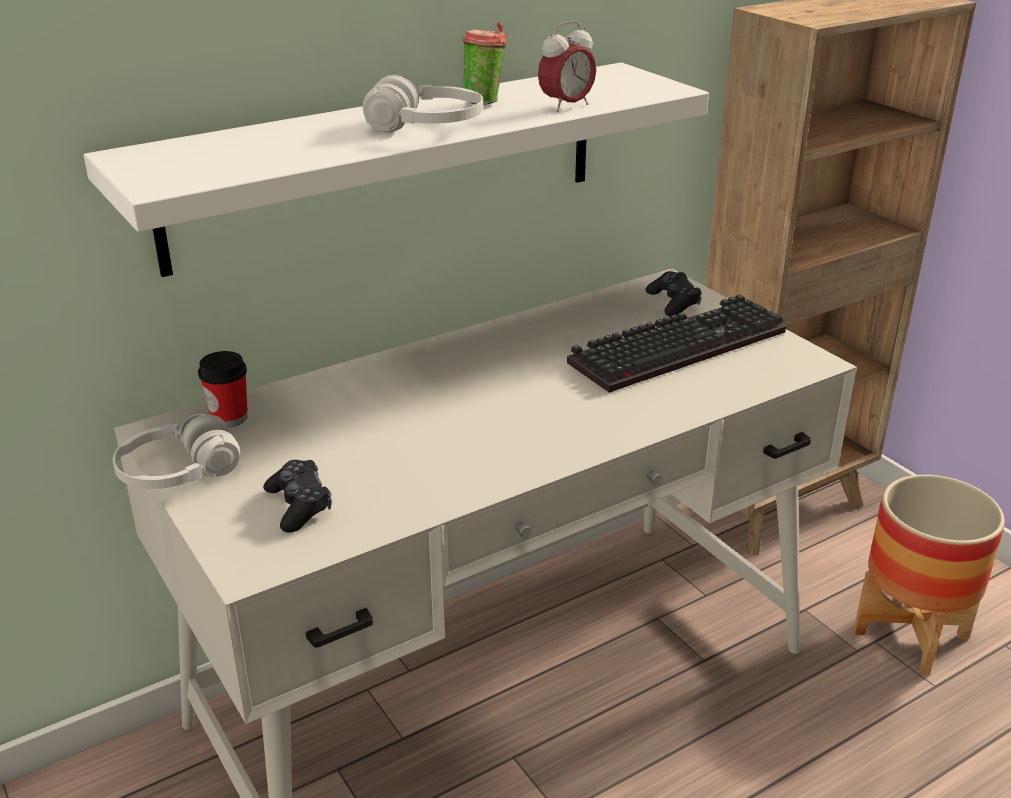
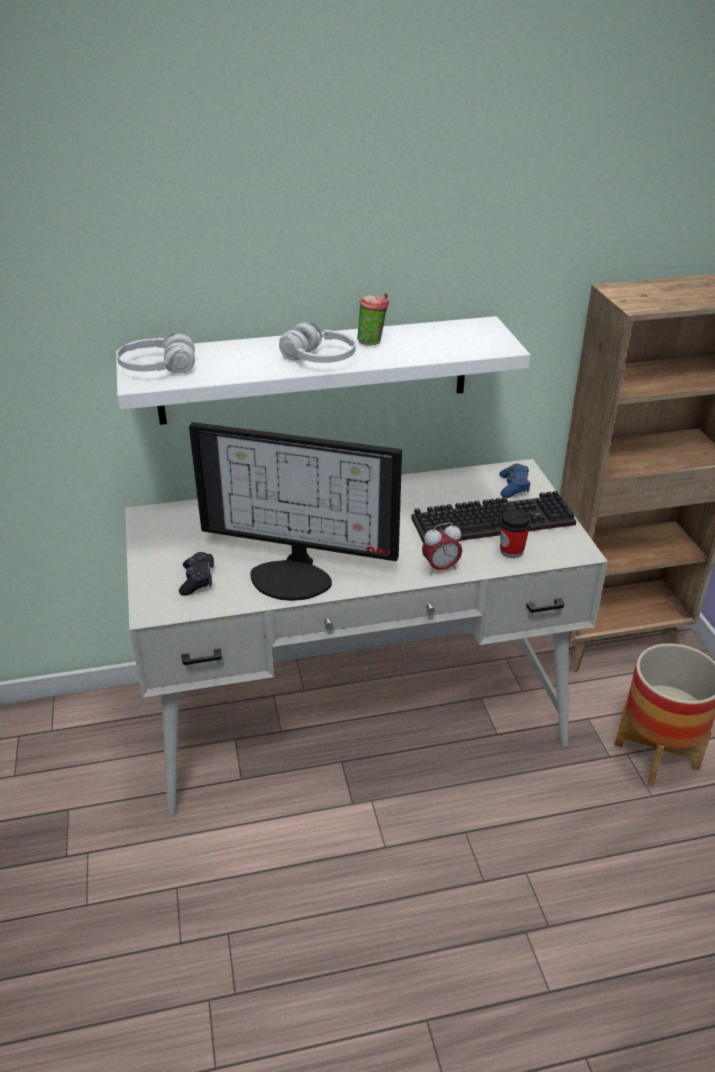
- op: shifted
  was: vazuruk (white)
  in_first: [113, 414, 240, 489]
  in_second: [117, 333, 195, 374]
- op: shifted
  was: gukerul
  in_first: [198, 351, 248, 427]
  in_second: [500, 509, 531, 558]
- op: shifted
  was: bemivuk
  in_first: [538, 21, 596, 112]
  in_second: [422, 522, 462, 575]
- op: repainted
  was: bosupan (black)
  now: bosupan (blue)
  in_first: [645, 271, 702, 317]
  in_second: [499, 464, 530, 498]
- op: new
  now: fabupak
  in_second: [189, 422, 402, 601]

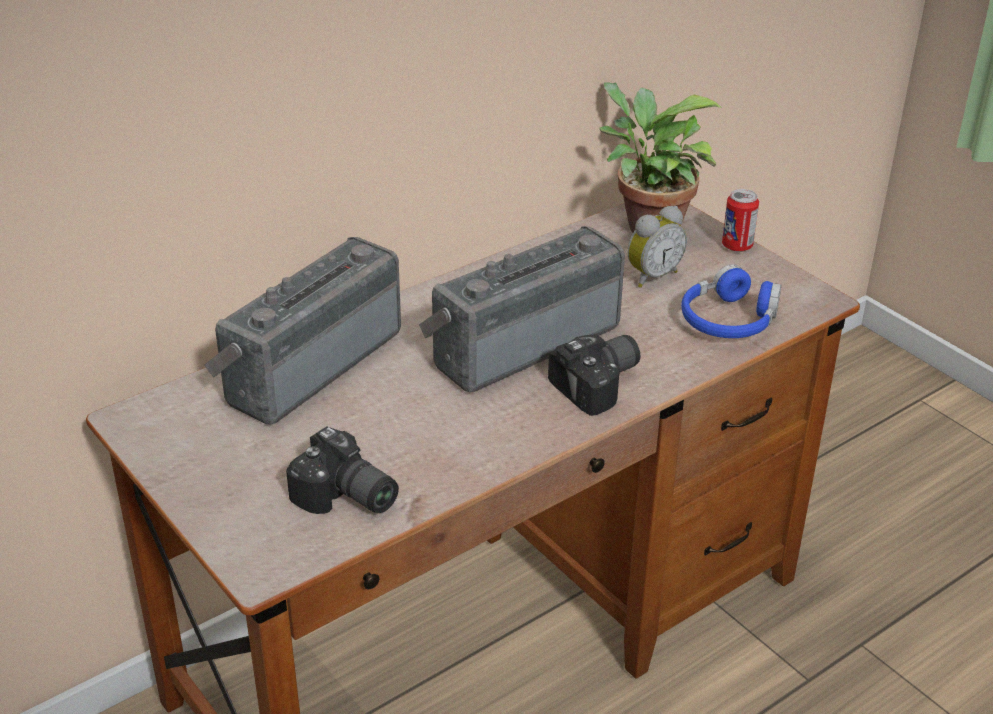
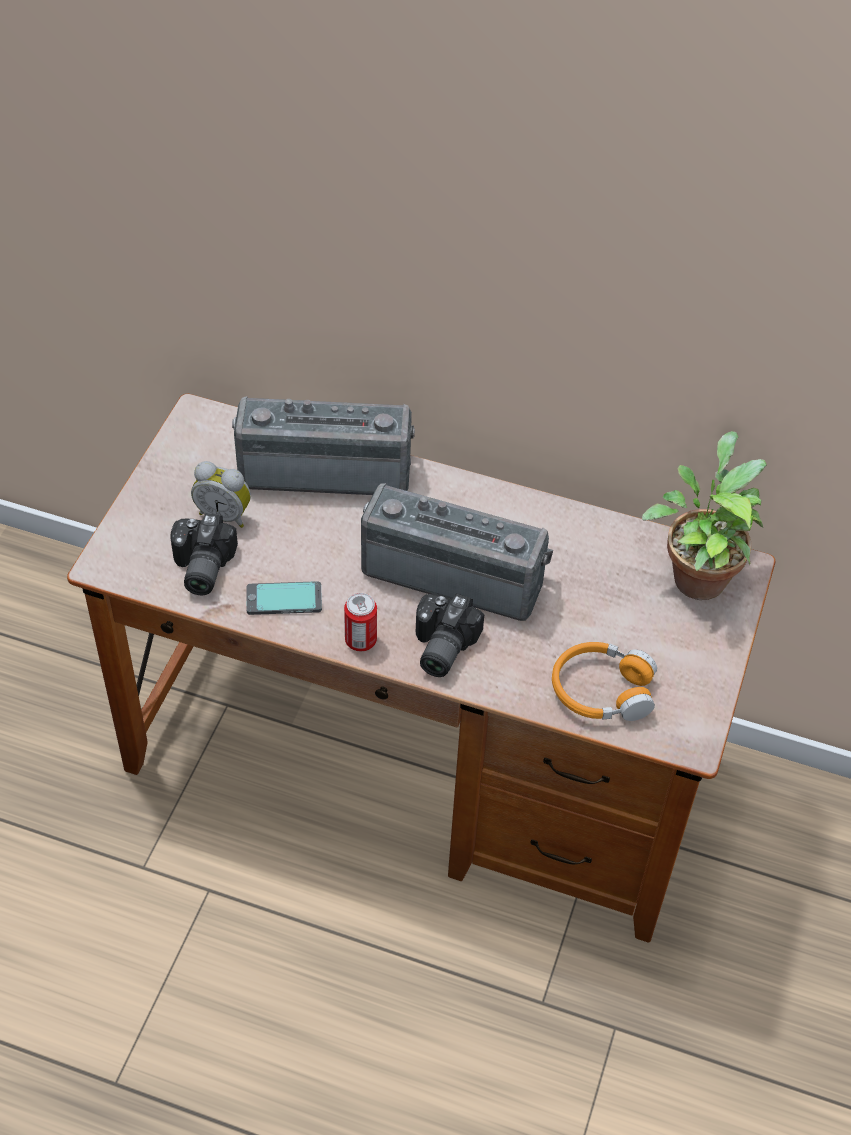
- op: rotated
  was: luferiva
  in_first: [548, 334, 640, 416]
  in_second: [416, 593, 484, 677]
  clockwise: 90
- op: shifted
  was: bemivuk
  in_first: [627, 206, 687, 288]
  in_second: [191, 461, 251, 528]
- op: repainted
  was: vazuruk (blue)
  now: vazuruk (orange)
  in_first: [681, 264, 781, 338]
  in_second: [552, 642, 657, 721]
- op: shifted
  was: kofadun
  in_first: [722, 189, 759, 252]
  in_second: [344, 593, 377, 651]
- op: new
  now: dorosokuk
  in_second: [246, 581, 322, 615]

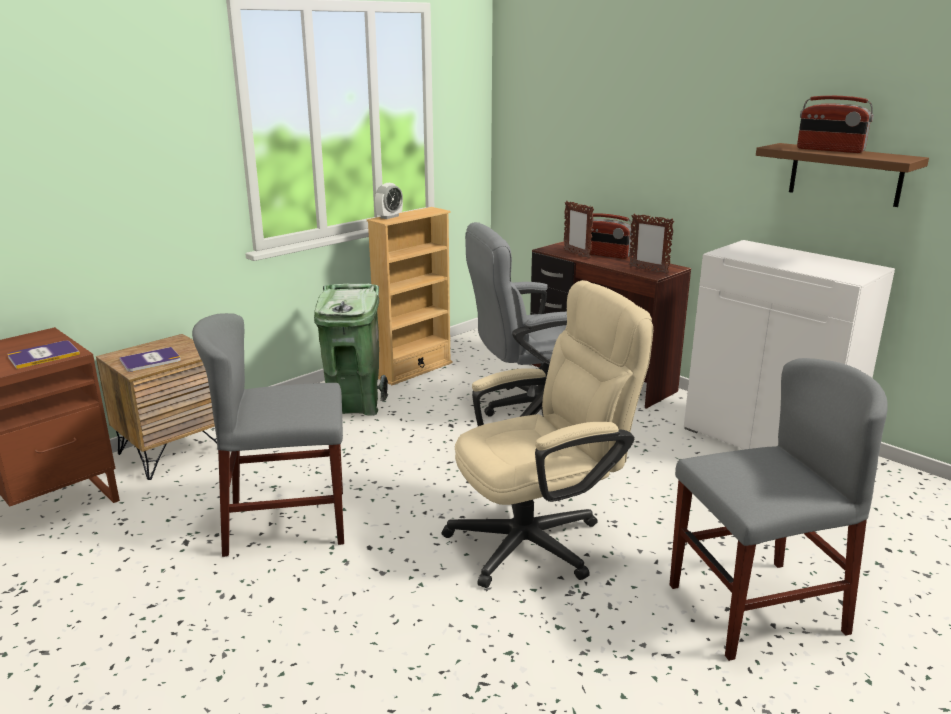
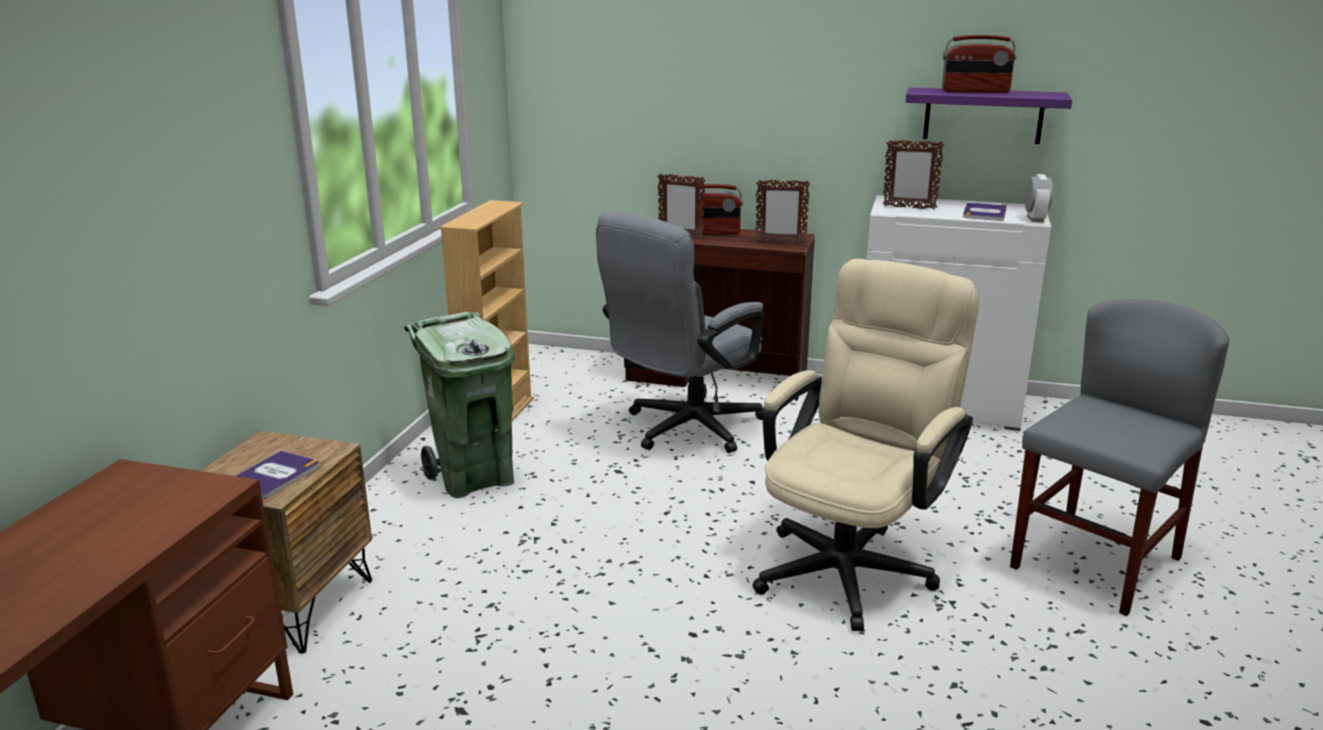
- op: shifted
  was: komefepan
  in_first: [8, 341, 80, 369]
  in_second: [963, 203, 1007, 221]
- op: gone
  was: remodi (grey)
  in_first: [192, 313, 344, 557]
- op: shifted
  was: bemivuk
  in_first: [375, 183, 403, 219]
  in_second: [1025, 174, 1053, 222]
- op: repainted
  was: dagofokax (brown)
  now: dagofokax (purple)
  in_first: [756, 143, 929, 207]
  in_second: [905, 87, 1072, 144]
- op: new
  now: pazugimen
  in_second: [883, 139, 944, 210]

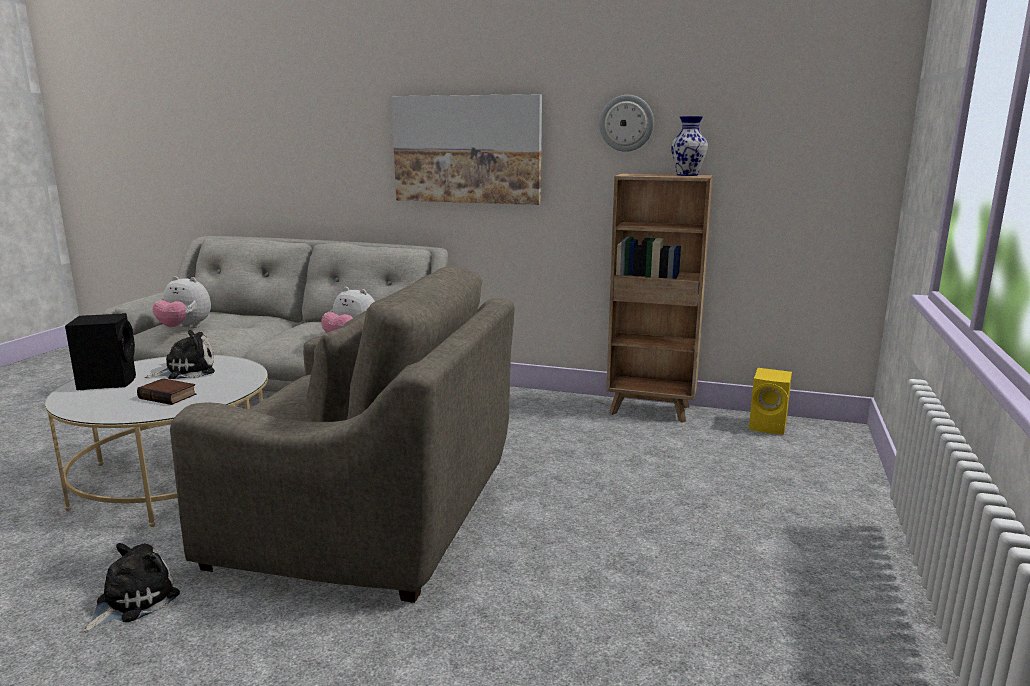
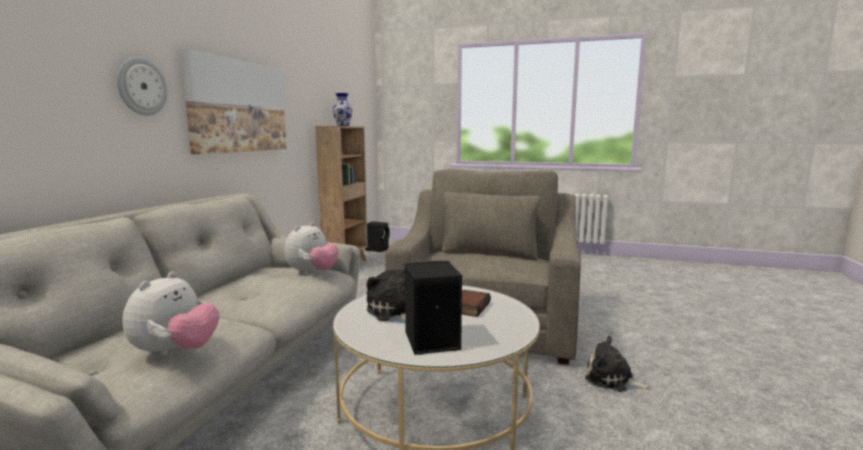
- op: shifted
  was: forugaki
  in_first: [599, 95, 654, 152]
  in_second: [117, 57, 167, 116]
- op: repainted
  was: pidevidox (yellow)
  now: pidevidox (black)
  in_first: [749, 368, 792, 435]
  in_second: [365, 221, 390, 252]

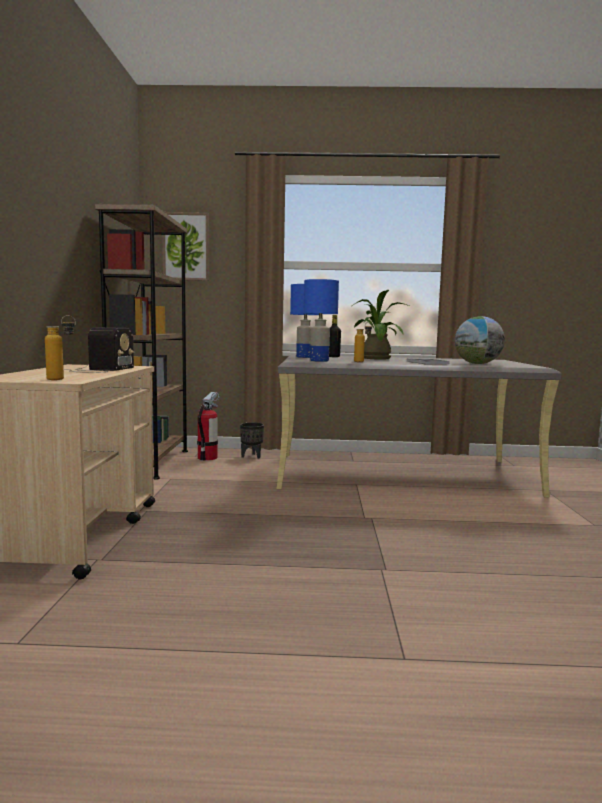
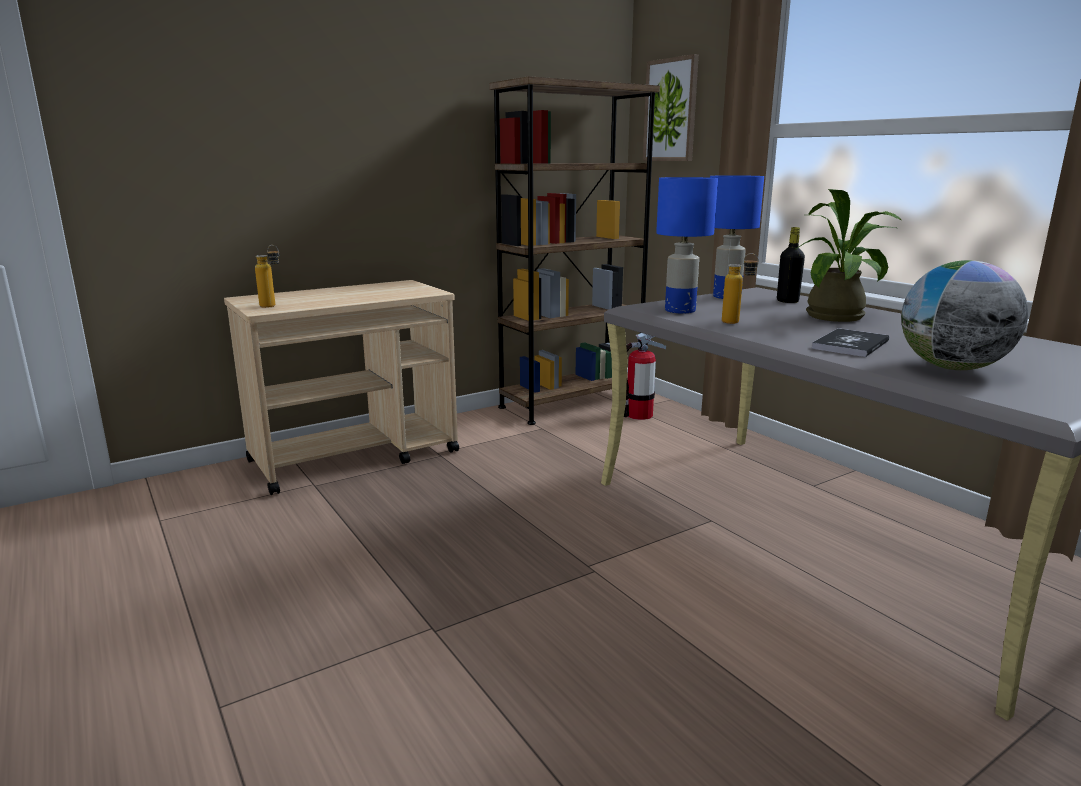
- op: gone
  was: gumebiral
  in_first: [64, 327, 134, 373]
- op: gone
  was: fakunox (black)
  in_first: [240, 422, 264, 458]

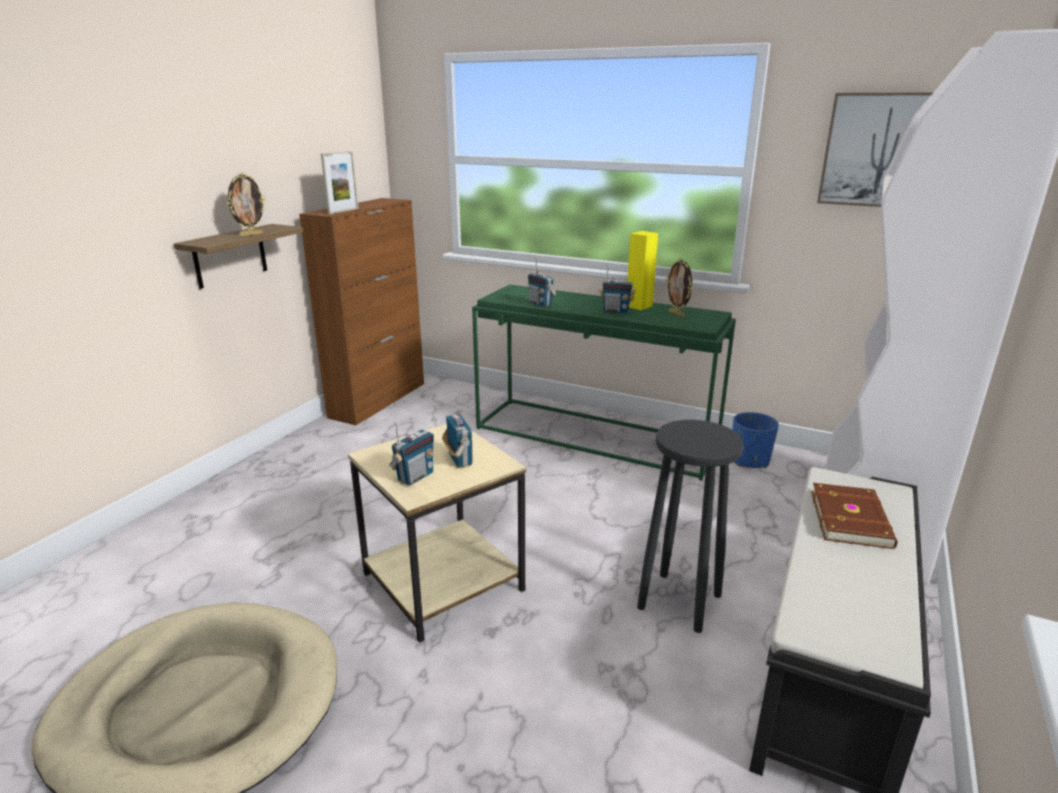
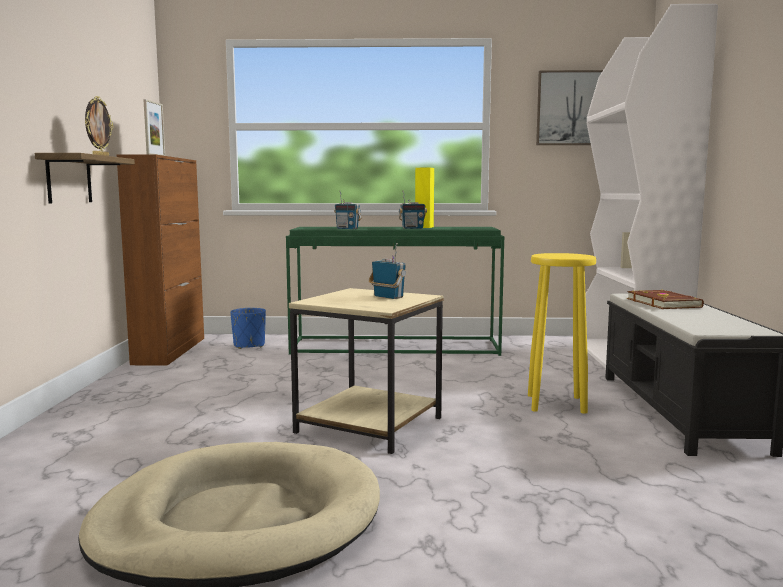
- op: gone
  was: gumebiral
  in_first: [389, 421, 434, 486]
- op: repainted
  was: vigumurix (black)
  now: vigumurix (yellow)
  in_first: [637, 420, 744, 633]
  in_second: [528, 253, 596, 414]
- op: gone
  was: pazugimen
  in_first: [666, 258, 693, 317]
- op: shifted
  was: fakunox (blue)
  in_first: [732, 412, 779, 468]
  in_second: [230, 308, 266, 349]

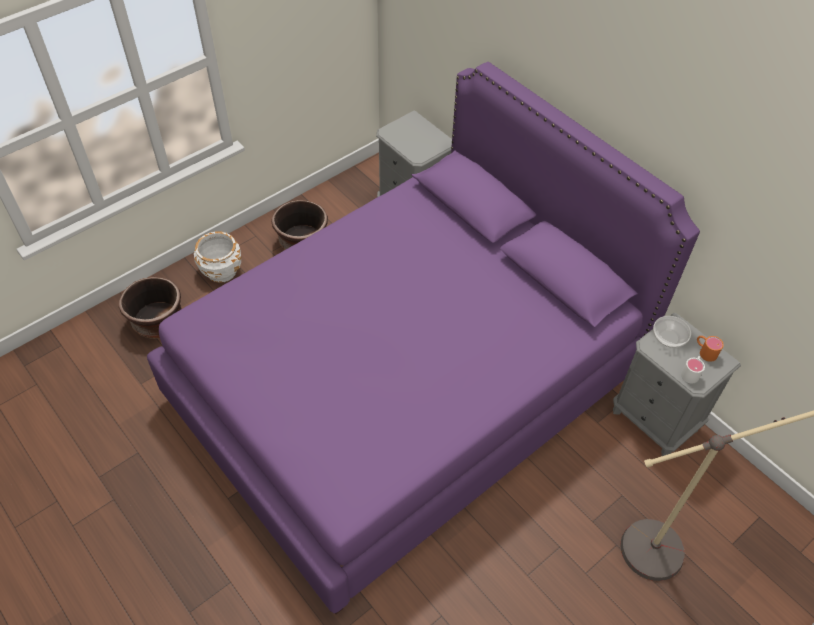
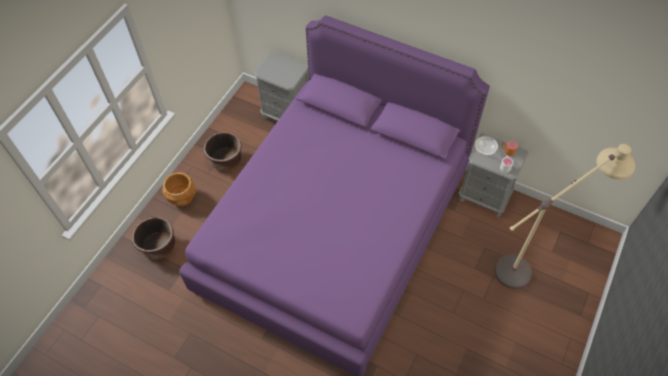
- op: repainted
  was: fakunox (white)
  now: fakunox (brown)
  in_first: [194, 231, 241, 283]
  in_second: [162, 172, 196, 207]

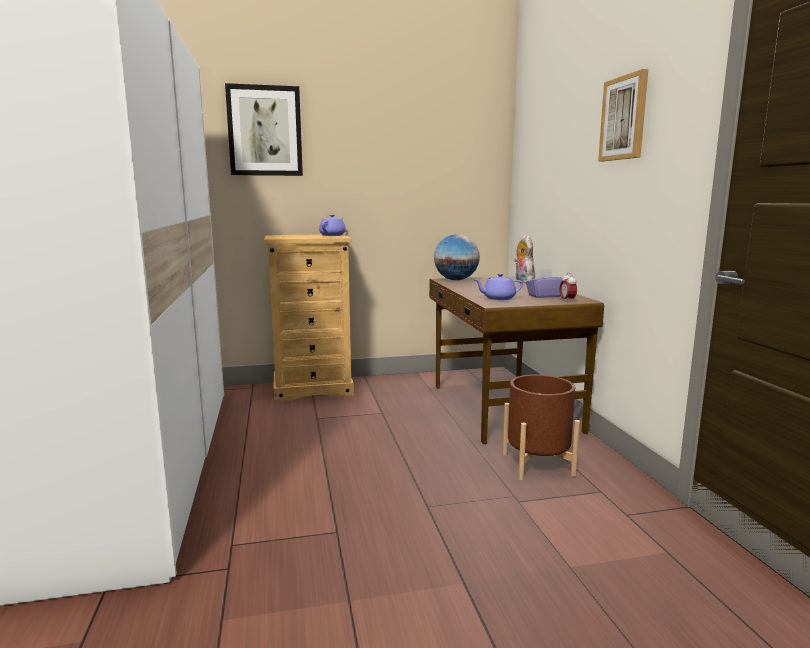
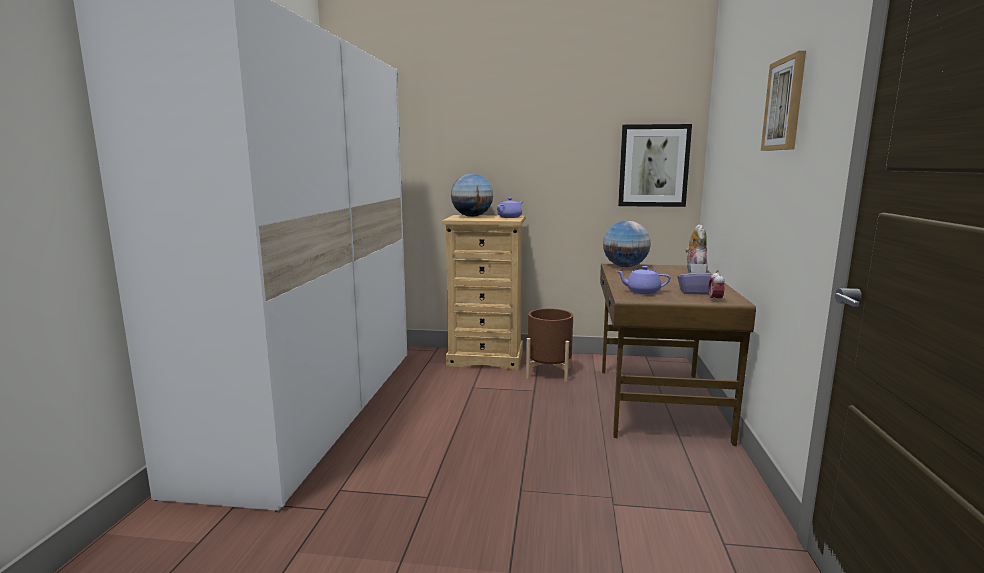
- op: shifted
  was: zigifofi
  in_first: [225, 83, 303, 176]
  in_second: [618, 124, 692, 207]
- op: shifted
  was: fakunox (brown)
  in_first: [503, 375, 580, 480]
  in_second: [526, 308, 573, 382]
- op: new
  now: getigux
  in_second: [451, 174, 493, 217]

